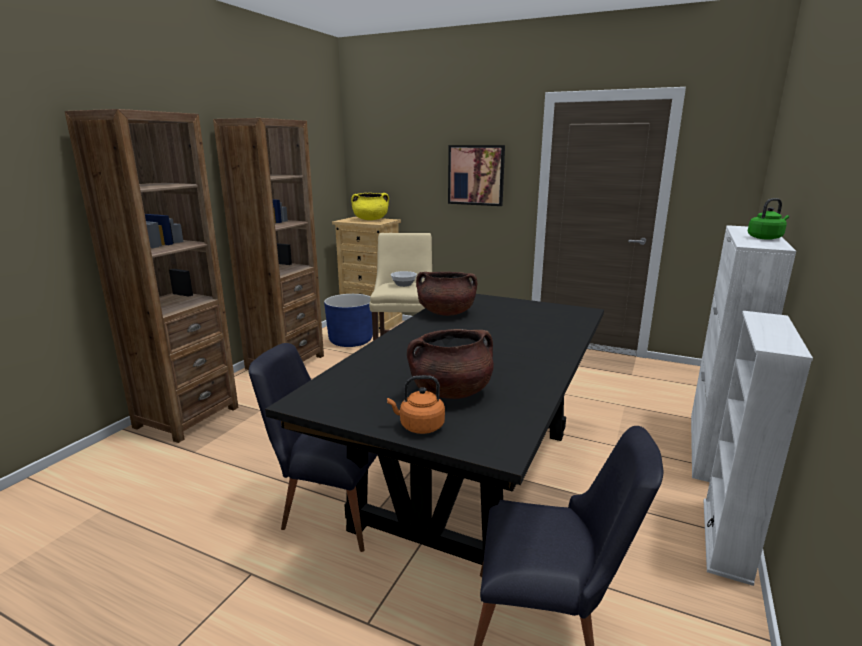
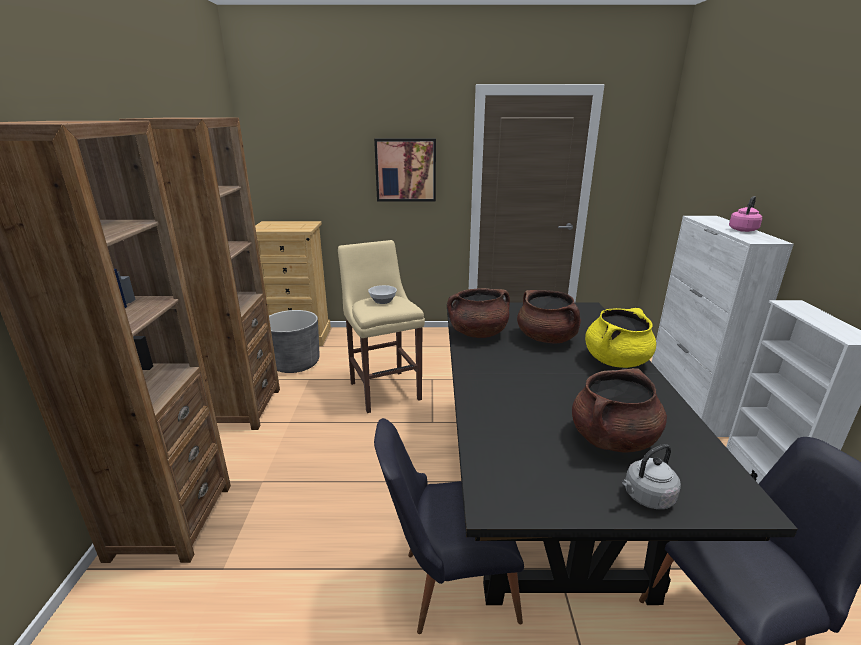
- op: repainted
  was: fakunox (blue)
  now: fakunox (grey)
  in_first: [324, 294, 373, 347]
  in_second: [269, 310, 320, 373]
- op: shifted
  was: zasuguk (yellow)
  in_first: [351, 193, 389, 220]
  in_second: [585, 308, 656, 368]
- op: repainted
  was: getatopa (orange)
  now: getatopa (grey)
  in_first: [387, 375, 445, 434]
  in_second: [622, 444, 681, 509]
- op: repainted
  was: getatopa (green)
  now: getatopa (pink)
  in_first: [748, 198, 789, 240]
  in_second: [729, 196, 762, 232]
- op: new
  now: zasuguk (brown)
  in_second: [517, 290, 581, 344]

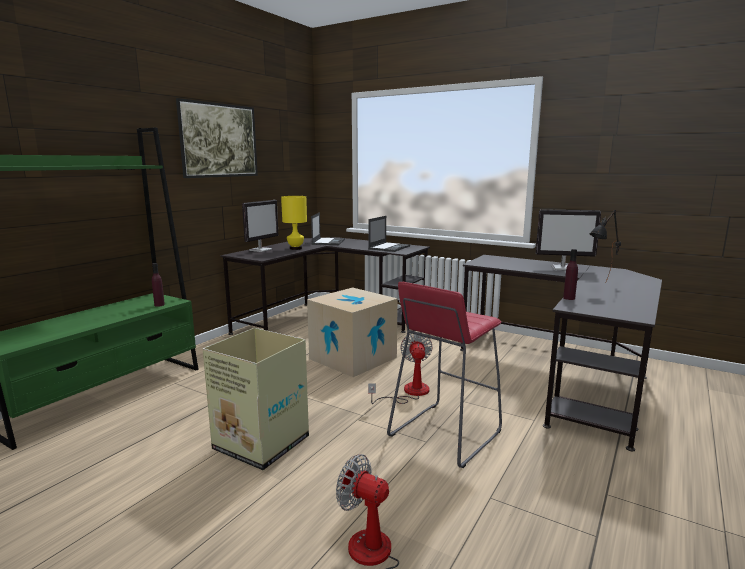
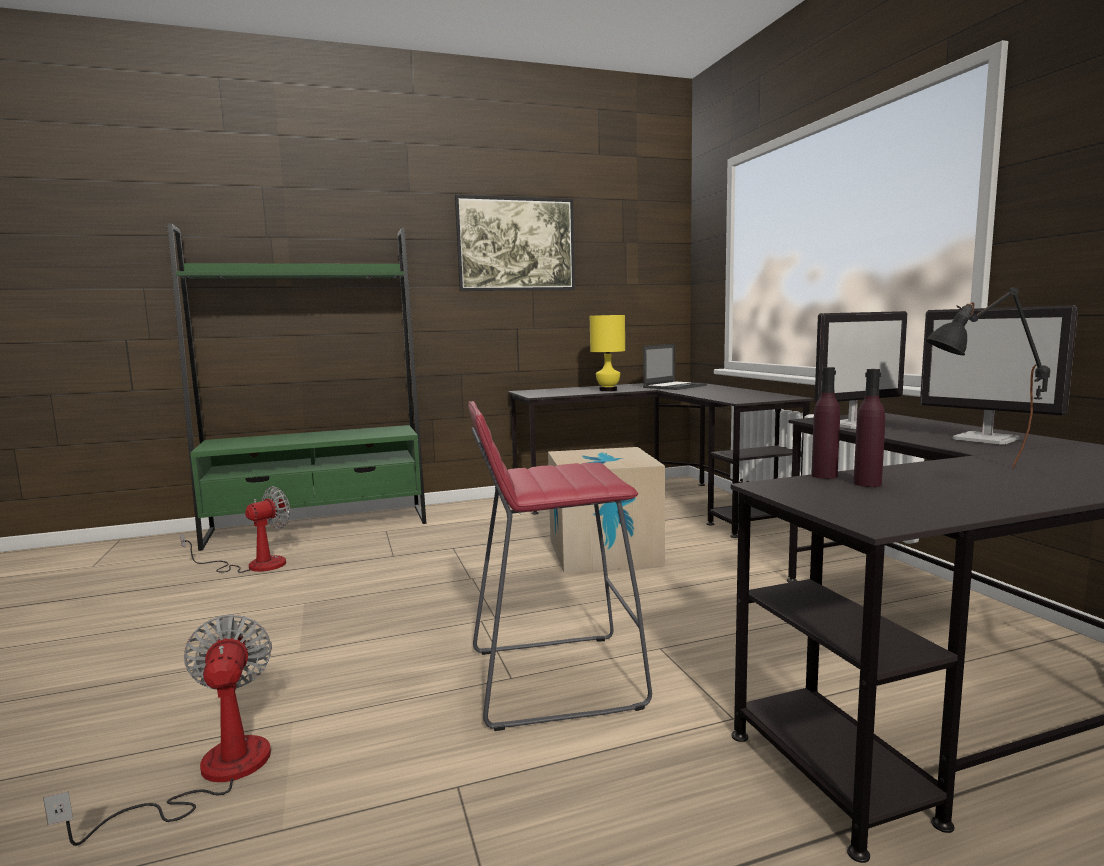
- op: shifted
  was: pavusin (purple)
  in_first: [152, 263, 165, 307]
  in_second: [853, 369, 885, 487]
- op: gone
  was: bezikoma
  in_first: [203, 328, 309, 470]
- op: shifted
  was: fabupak
  in_first: [242, 200, 278, 252]
  in_second: [815, 311, 908, 429]
- op: gone
  was: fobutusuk
  in_first: [368, 216, 410, 252]
- op: shifted
  was: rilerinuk
  in_first: [368, 333, 433, 404]
  in_second: [180, 486, 290, 573]

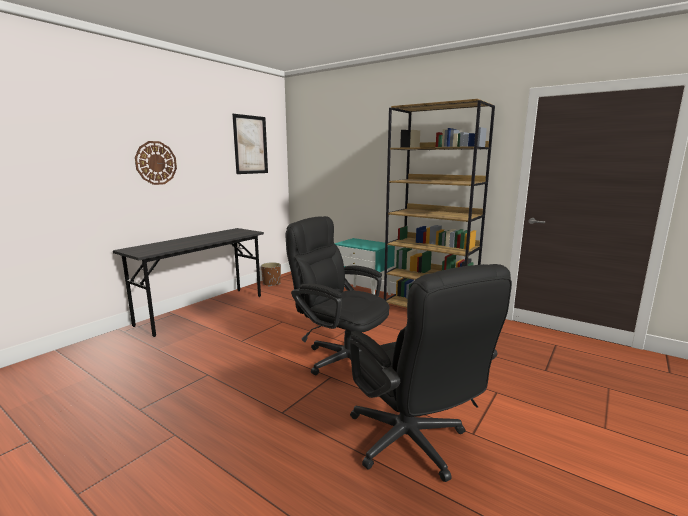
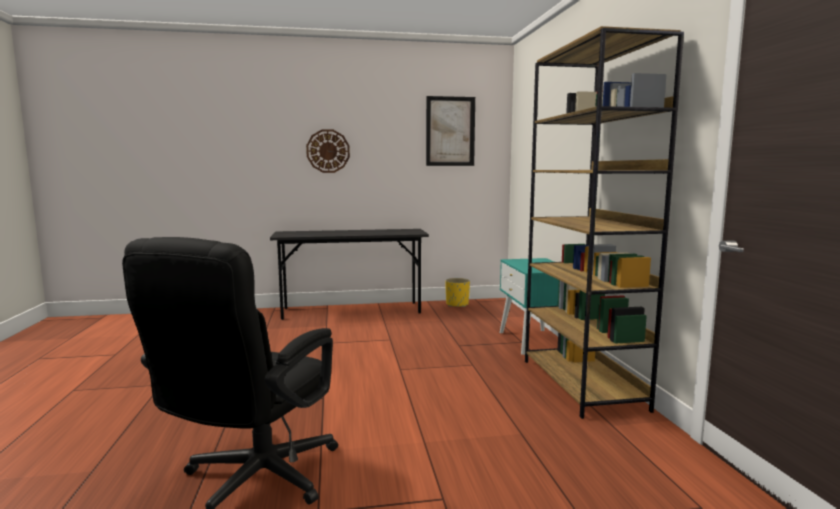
- op: repainted
  was: fakunox (brown)
  now: fakunox (yellow)
  in_first: [261, 262, 281, 287]
  in_second: [445, 278, 470, 307]
- op: gone
  was: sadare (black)
  in_first: [285, 216, 390, 375]

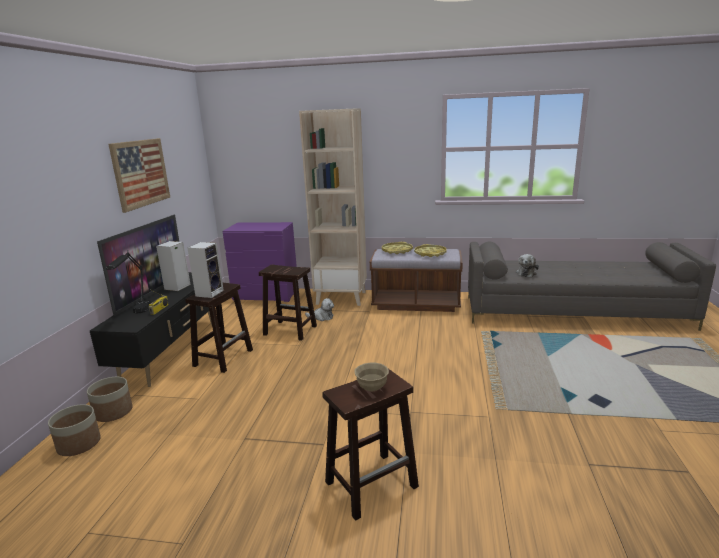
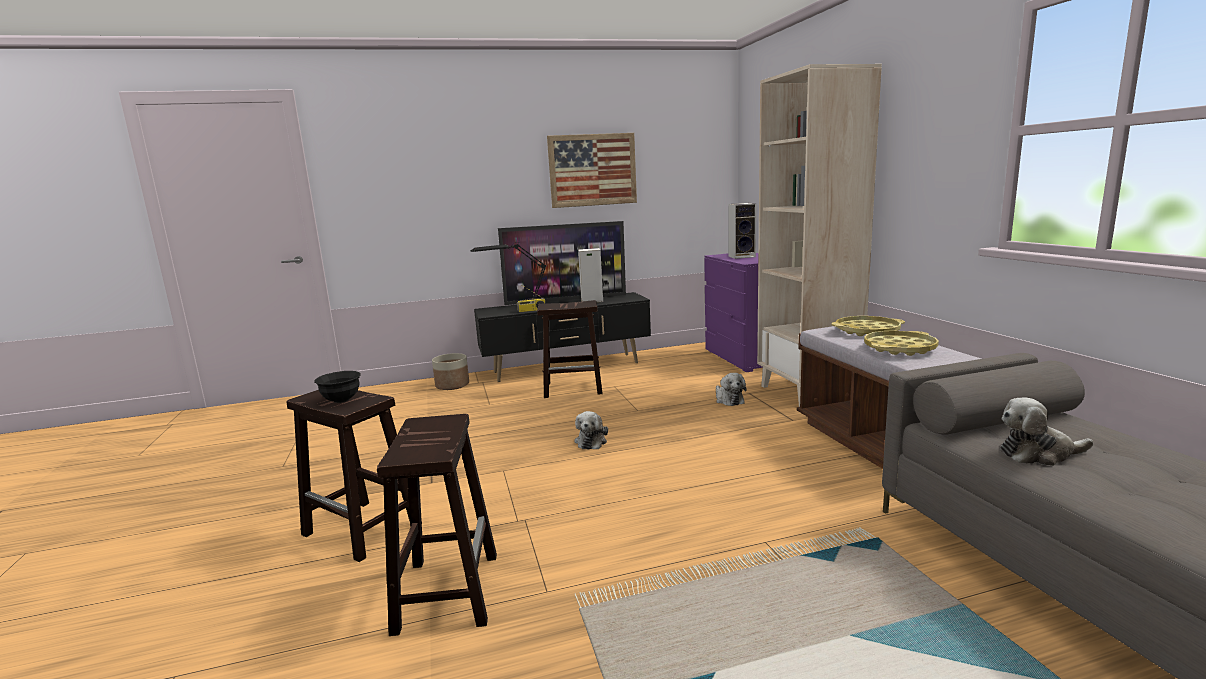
- op: gone
  was: fakunox
  in_first: [48, 404, 101, 456]
- op: shifted
  was: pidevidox
  in_first: [188, 242, 224, 298]
  in_second: [728, 203, 756, 259]
- op: shifted
  was: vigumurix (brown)
  in_first: [259, 265, 317, 341]
  in_second: [377, 414, 497, 636]
- op: repainted
  was: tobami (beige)
  now: tobami (black)
  in_first: [354, 363, 389, 392]
  in_second: [314, 371, 361, 403]
- op: new
  now: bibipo
  in_second: [574, 411, 608, 449]

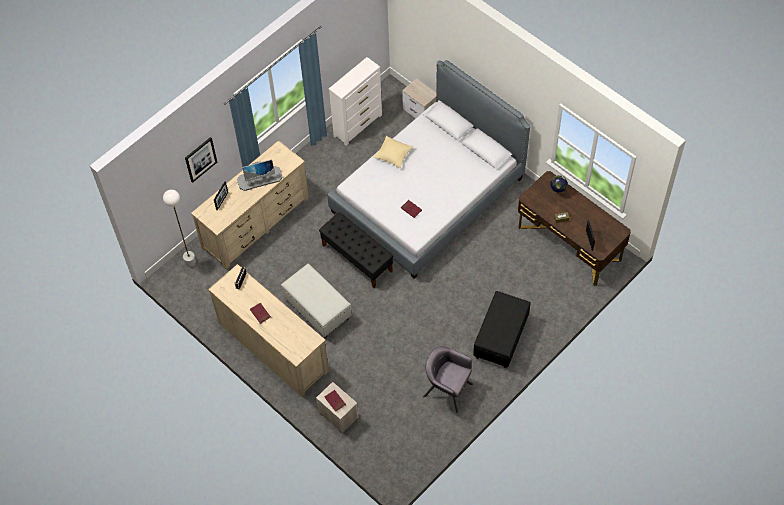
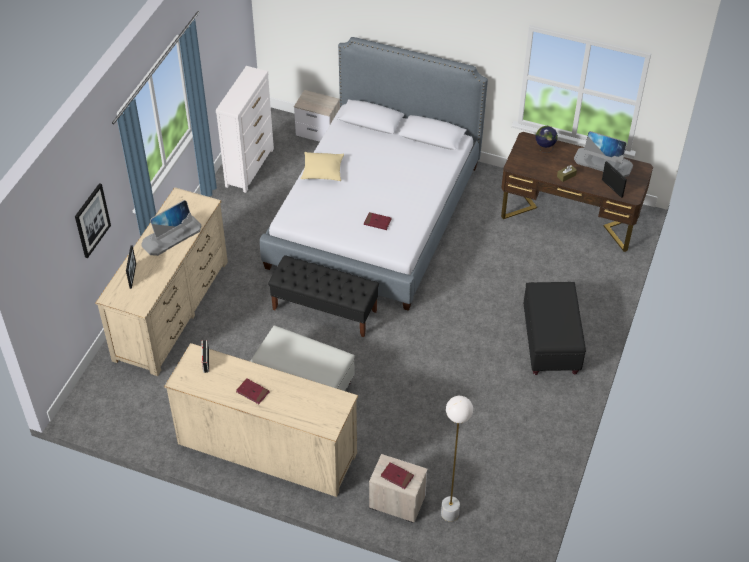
- op: shifted
  was: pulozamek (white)
  in_first: [163, 190, 196, 267]
  in_second: [441, 396, 473, 522]
- op: gone
  was: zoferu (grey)
  in_first: [423, 346, 473, 413]
- op: new
  now: fabupak
  in_second: [574, 131, 633, 177]

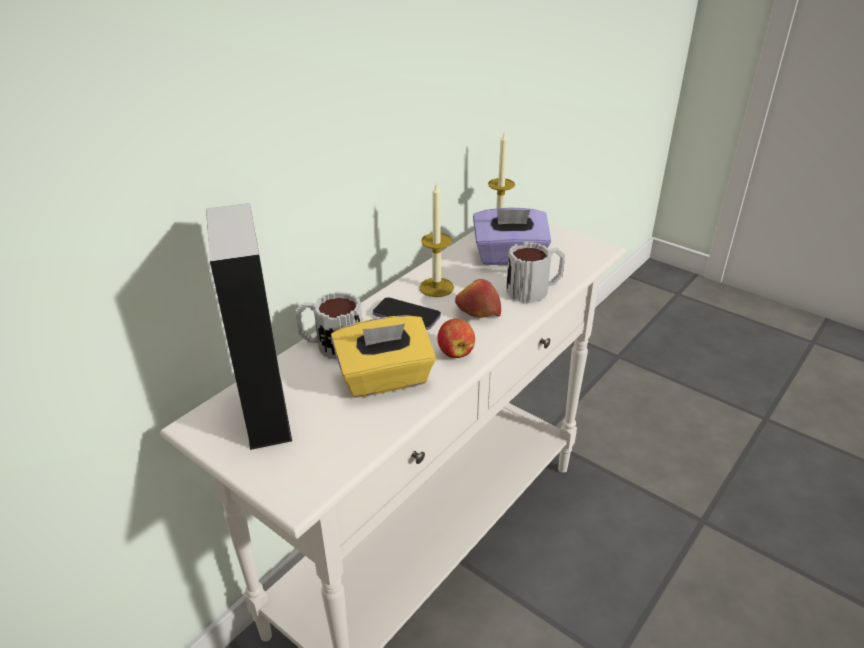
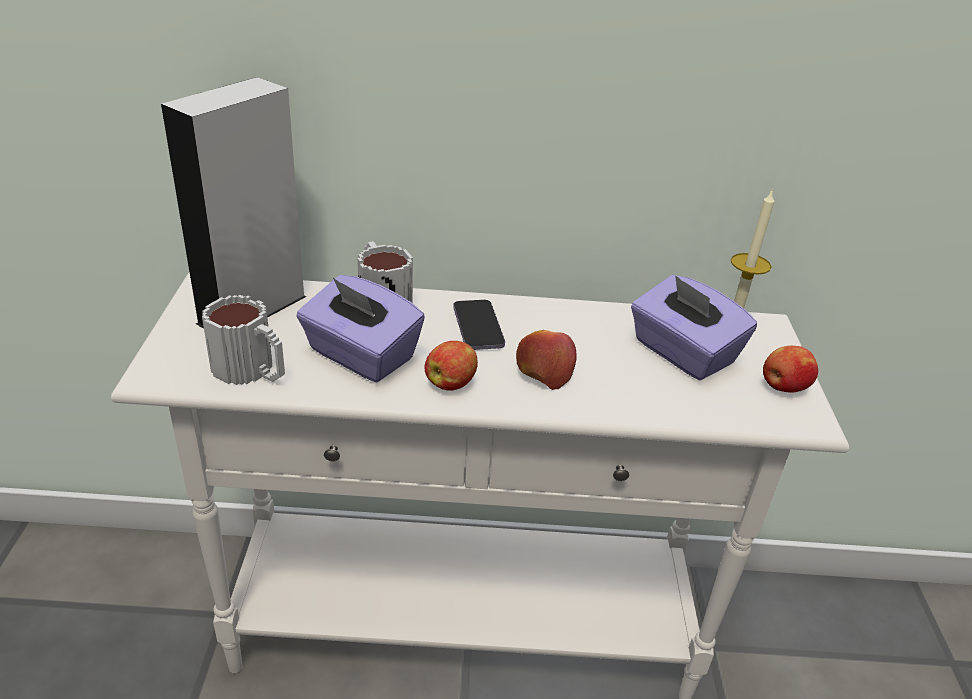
- op: repainted
  was: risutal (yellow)
  now: risutal (purple)
  in_first: [331, 315, 436, 398]
  in_second: [296, 275, 425, 382]
- op: gone
  was: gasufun
  in_first: [419, 182, 454, 297]
- op: shifted
  was: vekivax
  in_first: [506, 242, 565, 303]
  in_second: [202, 295, 285, 385]
- op: new
  now: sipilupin
  in_second: [763, 346, 818, 393]

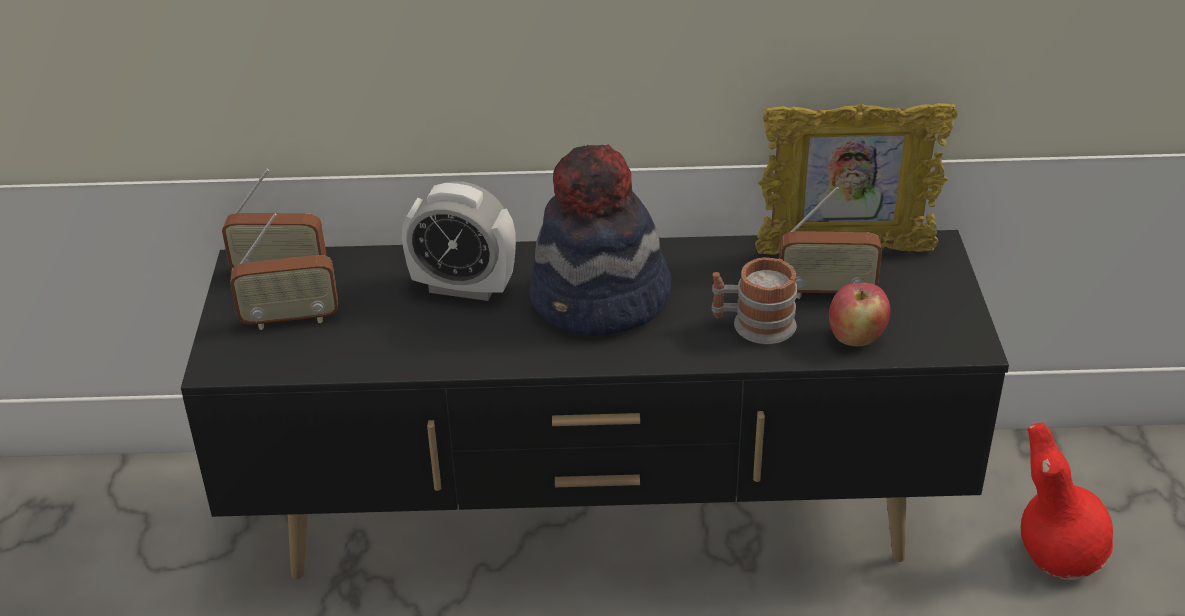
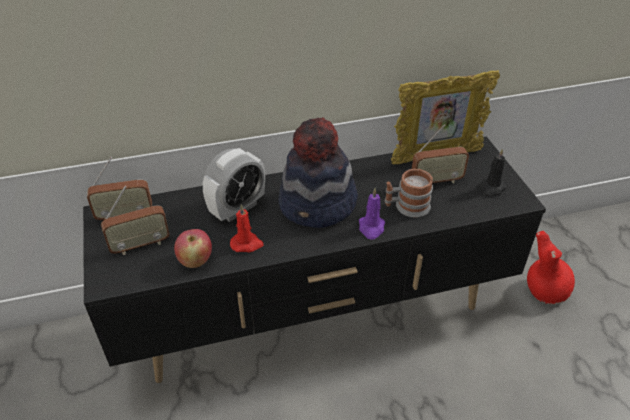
- op: rotated
  was: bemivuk
  in_first: [402, 181, 516, 301]
  in_second: [203, 148, 265, 222]
  clockwise: -45
- op: shifted
  was: sipilupin
  in_first: [829, 283, 891, 347]
  in_second: [174, 229, 212, 268]
- op: new
  now: gasufun (red)
  in_second: [230, 204, 264, 253]
- op: new
  now: gasufun (purple)
  in_second: [359, 188, 385, 240]
- op: new
  now: gasufun (black)
  in_second: [479, 149, 507, 197]

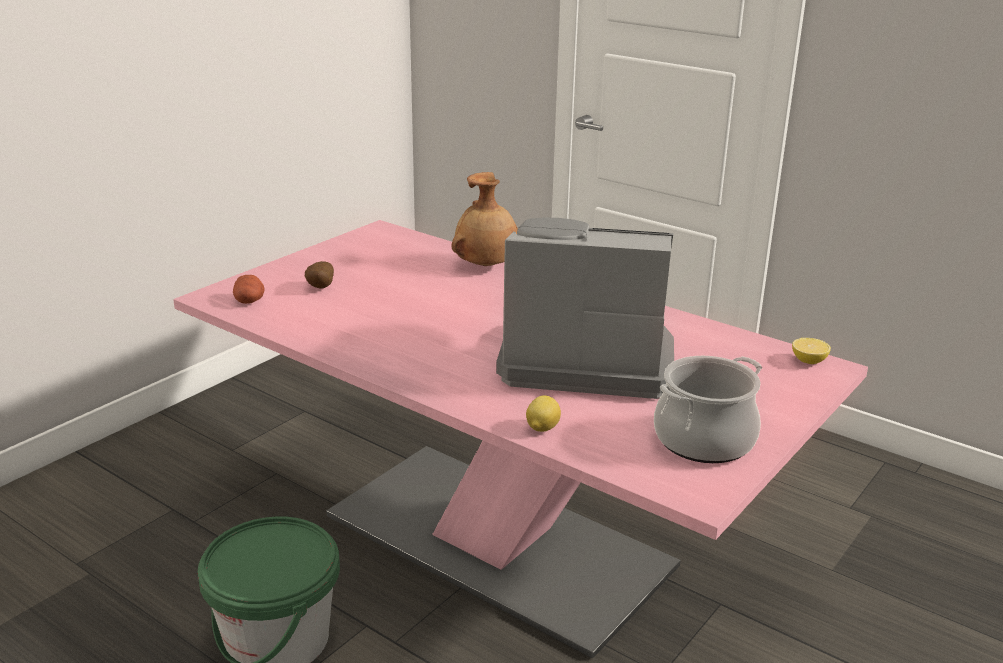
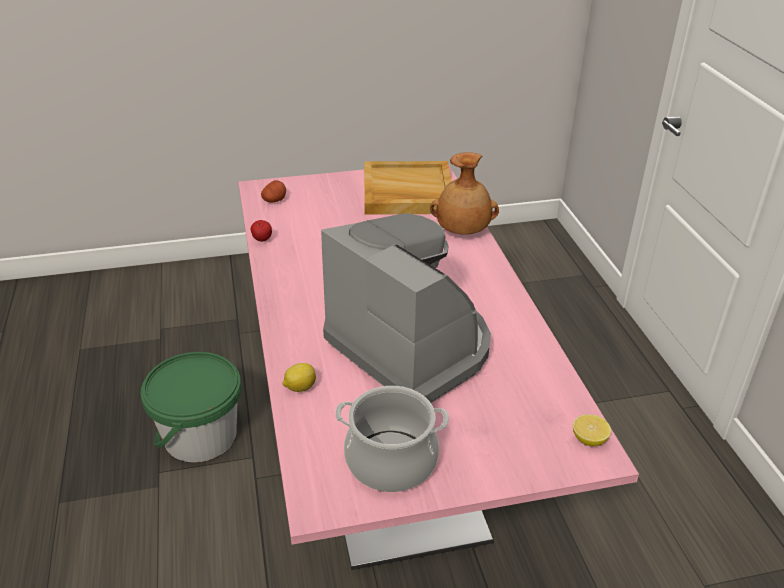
- op: gone
  was: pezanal
  in_first: [305, 261, 334, 289]
- op: new
  now: sipilupin
  in_second: [251, 220, 272, 242]
- op: new
  now: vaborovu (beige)
  in_second: [364, 161, 452, 215]

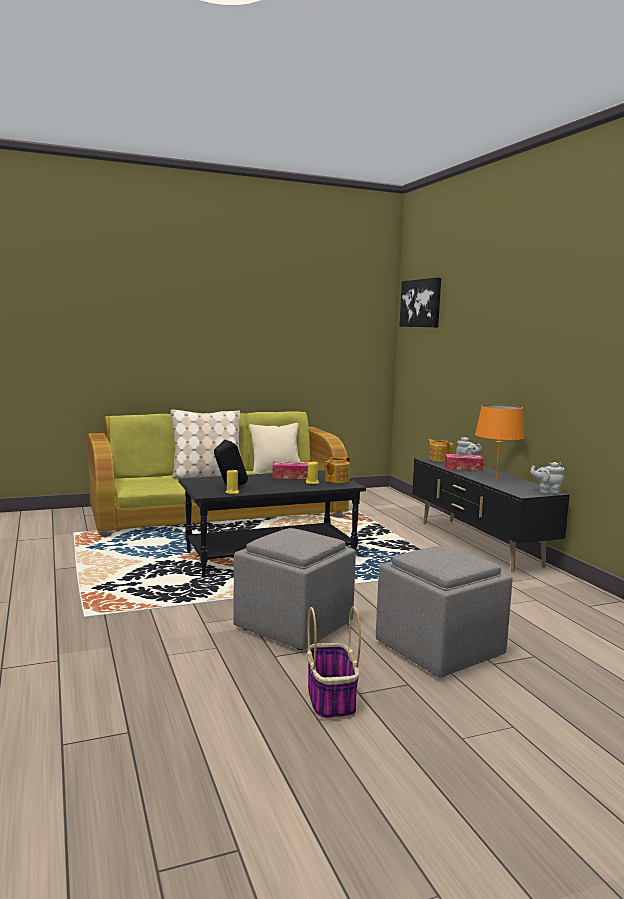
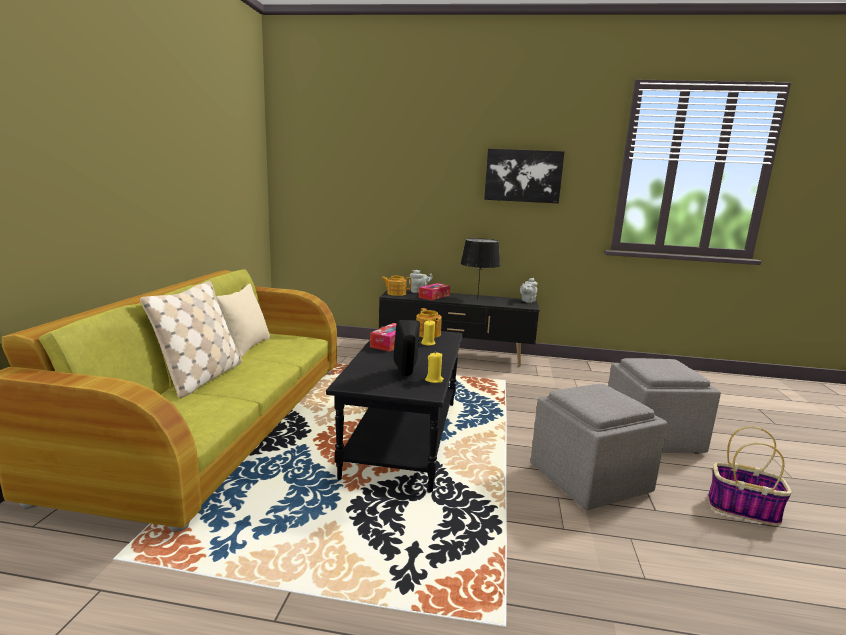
- op: shifted
  was: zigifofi
  in_first: [399, 277, 441, 328]
  in_second: [484, 149, 565, 203]
- op: repainted
  was: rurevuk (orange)
  now: rurevuk (black)
  in_first: [475, 404, 525, 479]
  in_second: [460, 238, 500, 300]

